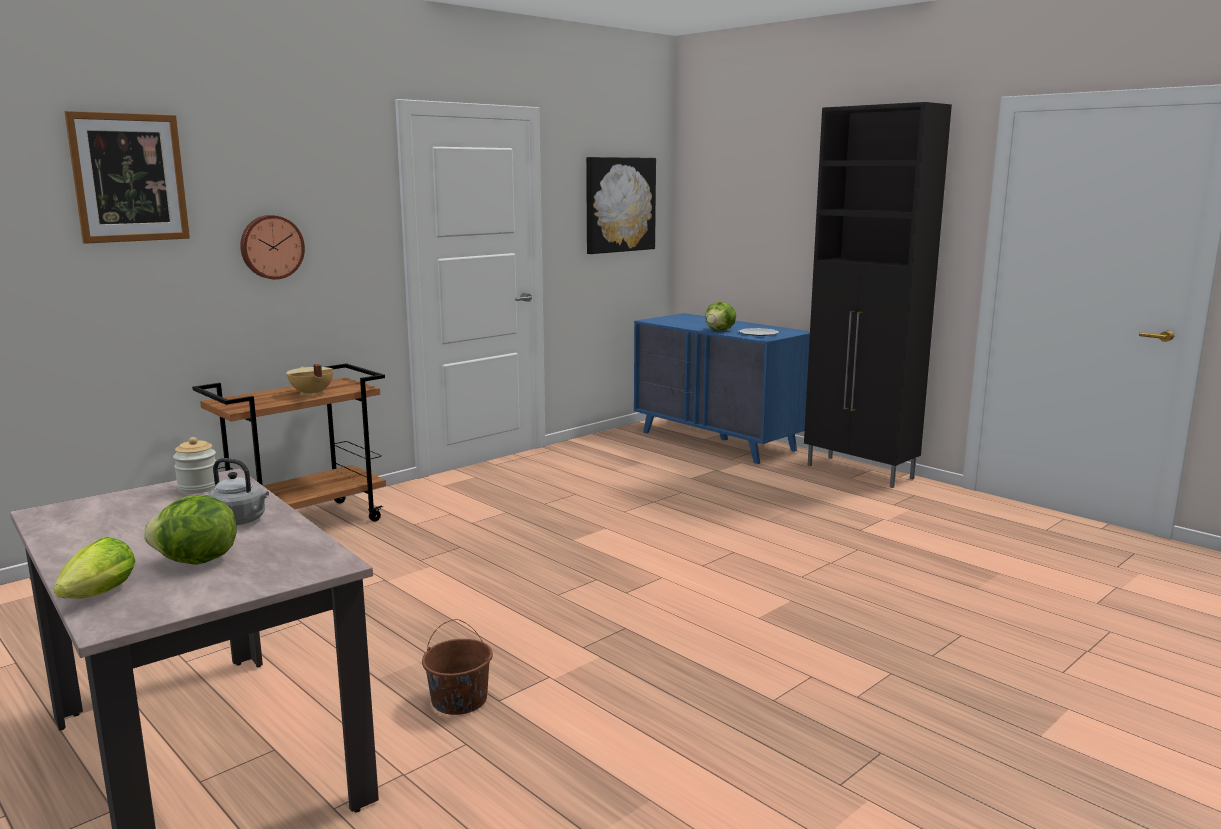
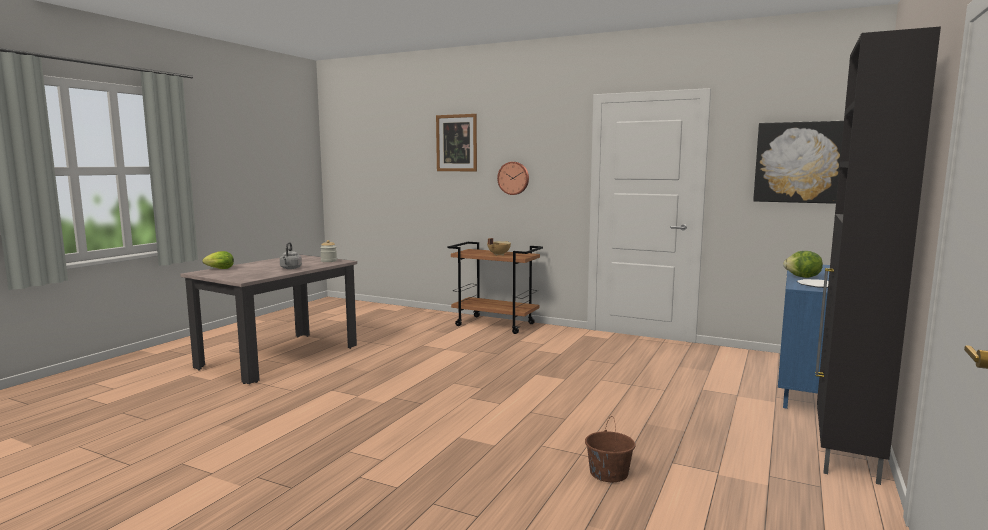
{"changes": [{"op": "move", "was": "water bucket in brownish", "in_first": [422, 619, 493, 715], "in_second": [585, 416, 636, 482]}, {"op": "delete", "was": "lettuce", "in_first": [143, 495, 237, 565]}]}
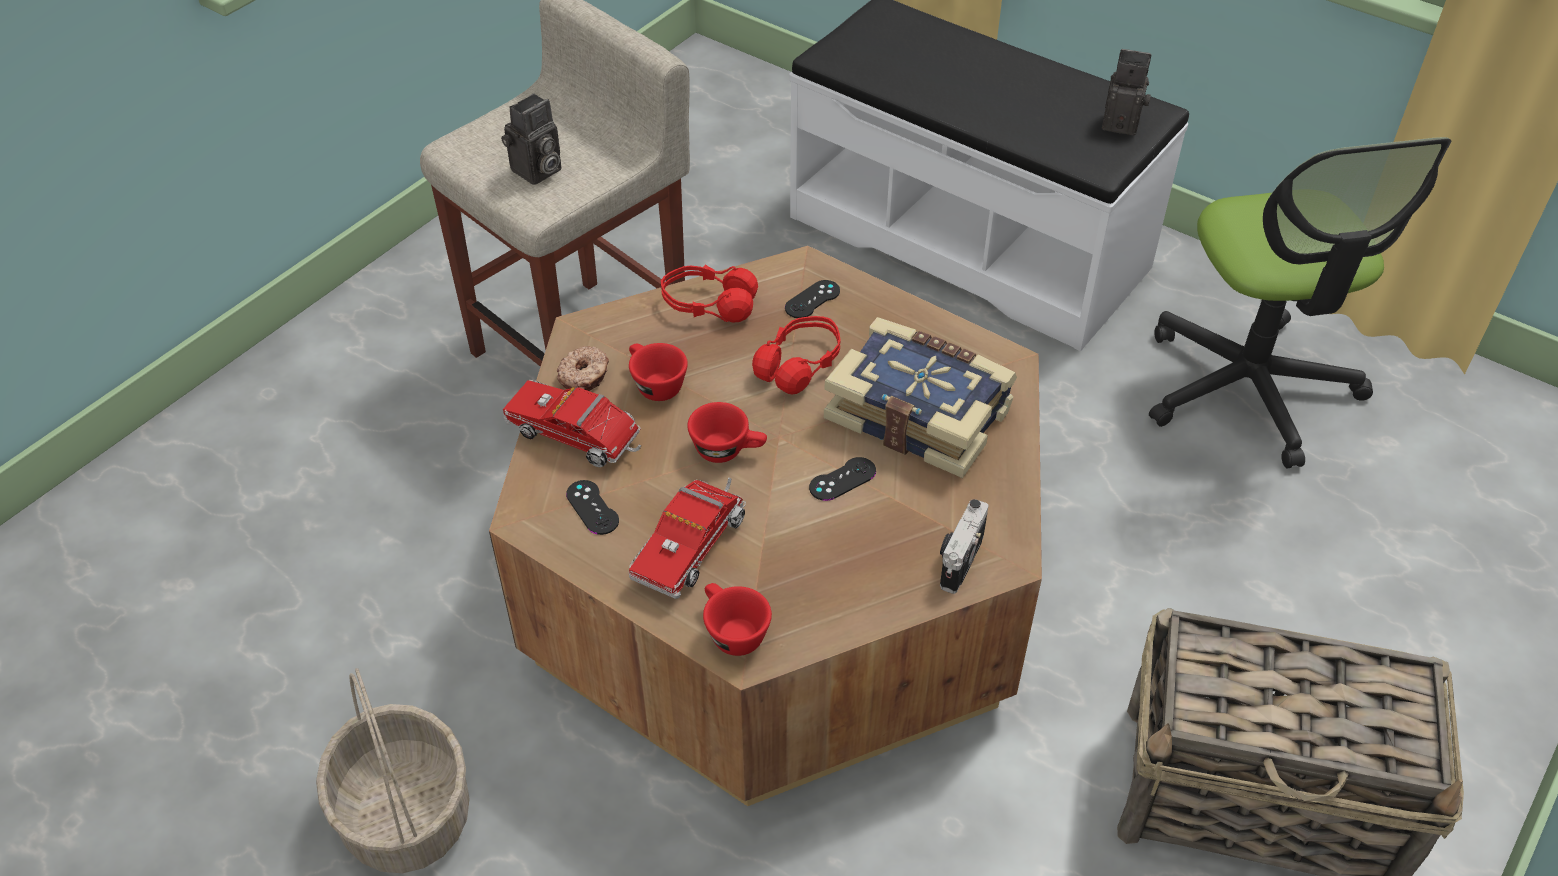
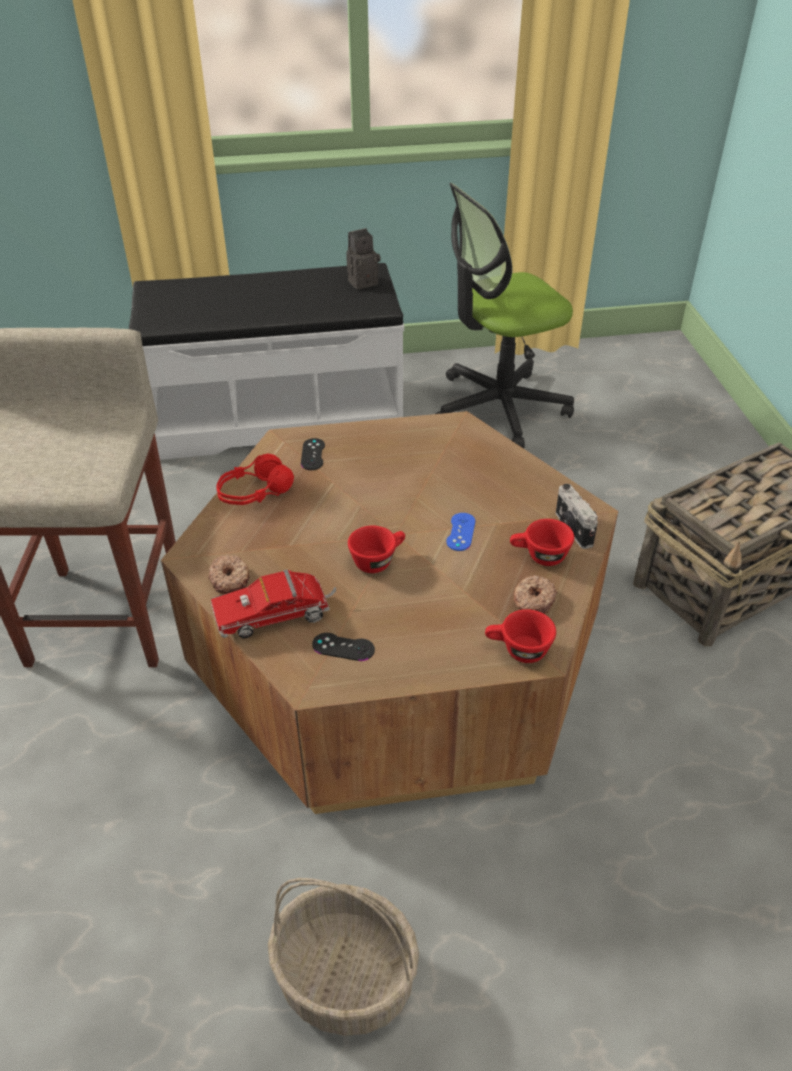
{"changes": [{"op": "rotate", "was": "office chair", "in_first": [1149, 137, 1451, 468], "in_second": [436, 183, 574, 449], "clockwise": 120}, {"op": "recolor", "was": "game controller in black", "now": "game controller in bluish", "in_first": [809, 457, 876, 501], "in_second": [446, 513, 475, 551]}, {"op": "move", "was": "drinking cup in red-coloured", "in_first": [629, 343, 688, 401], "in_second": [510, 519, 574, 566]}, {"op": "insert", "now": "donut", "in_second": [513, 575, 557, 614]}, {"op": "delete", "was": "photo camera", "in_first": [501, 93, 561, 185]}, {"op": "delete", "was": "model truck", "in_first": [629, 477, 746, 599]}, {"op": "delete", "was": "headset in red-coloured", "in_first": [752, 316, 840, 394]}, {"op": "delete", "was": "bound book", "in_first": [824, 317, 1017, 478]}]}
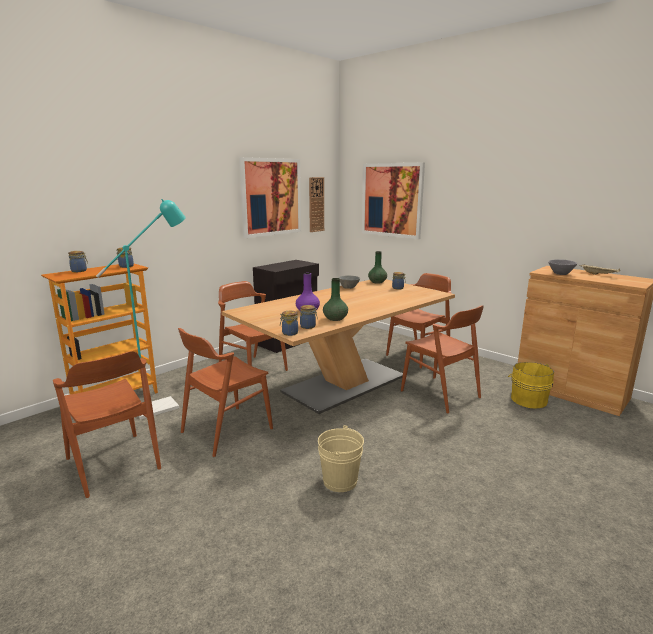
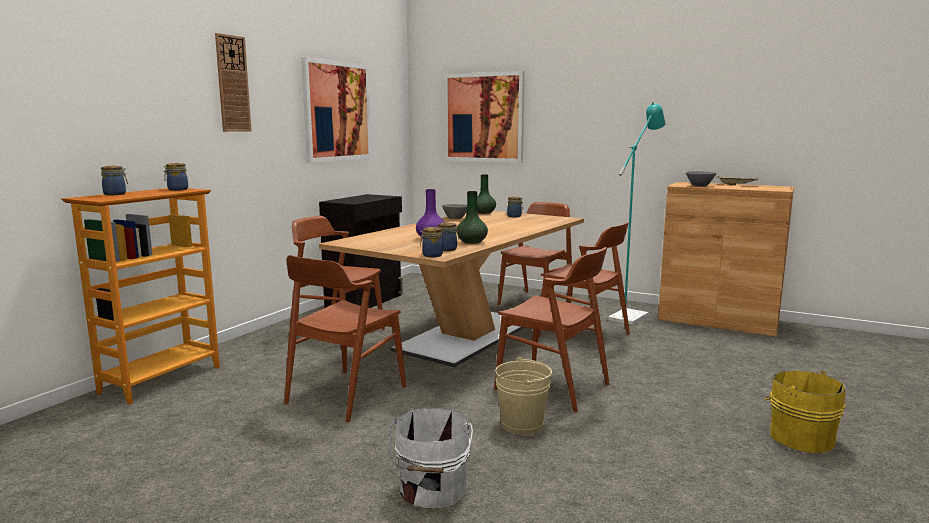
{"changes": [{"op": "move", "was": "clock on the wall", "in_first": [309, 177, 324, 232], "in_second": [215, 33, 252, 132]}, {"op": "insert", "now": "water bucket in white", "in_second": [389, 408, 473, 508]}, {"op": "move", "was": "chair in brownish", "in_first": [53, 351, 161, 498], "in_second": [494, 247, 610, 412]}, {"op": "move", "was": "floor lamp in turquoise", "in_first": [96, 199, 186, 419], "in_second": [608, 102, 665, 325]}, {"op": "move", "was": "water bucket in yellow-coloured", "in_first": [508, 362, 554, 409], "in_second": [764, 370, 846, 453]}]}
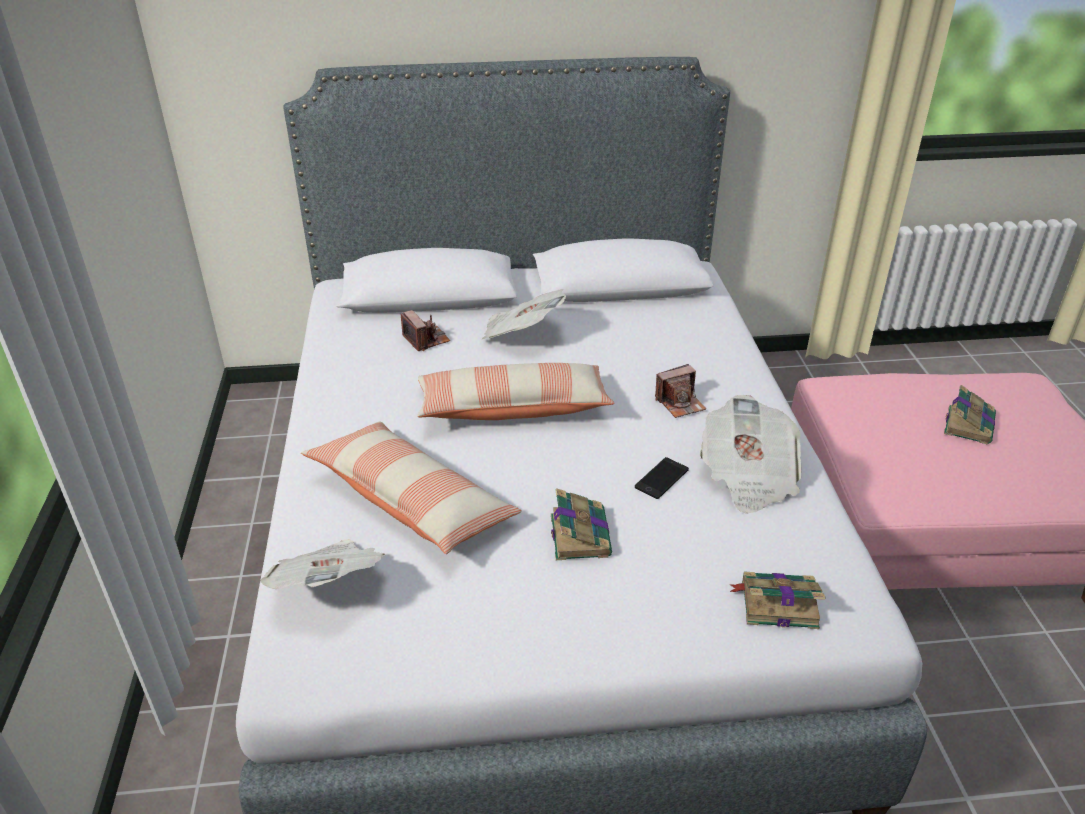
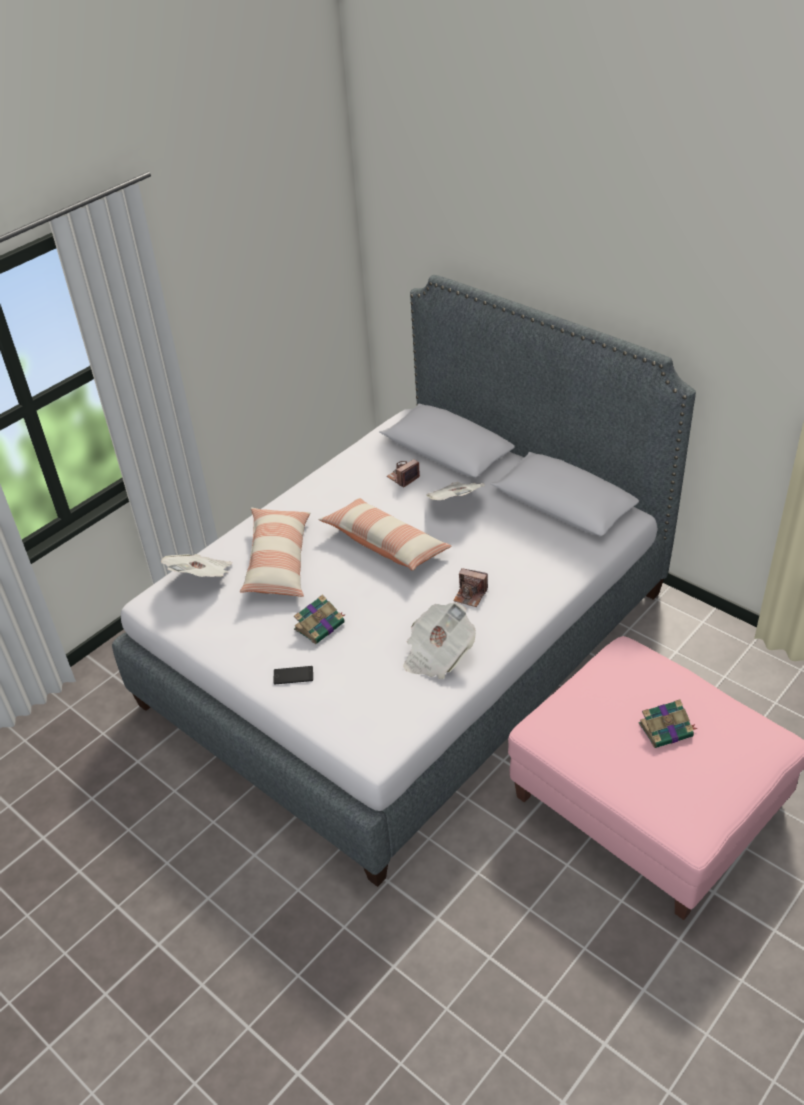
{"changes": [{"op": "move", "was": "telephone", "in_first": [635, 457, 689, 499], "in_second": [273, 666, 313, 685]}, {"op": "rotate", "was": "photo camera", "in_first": [401, 310, 450, 351], "in_second": [387, 459, 420, 488], "clockwise": -150}, {"op": "delete", "was": "bound book", "in_first": [729, 572, 826, 629]}]}
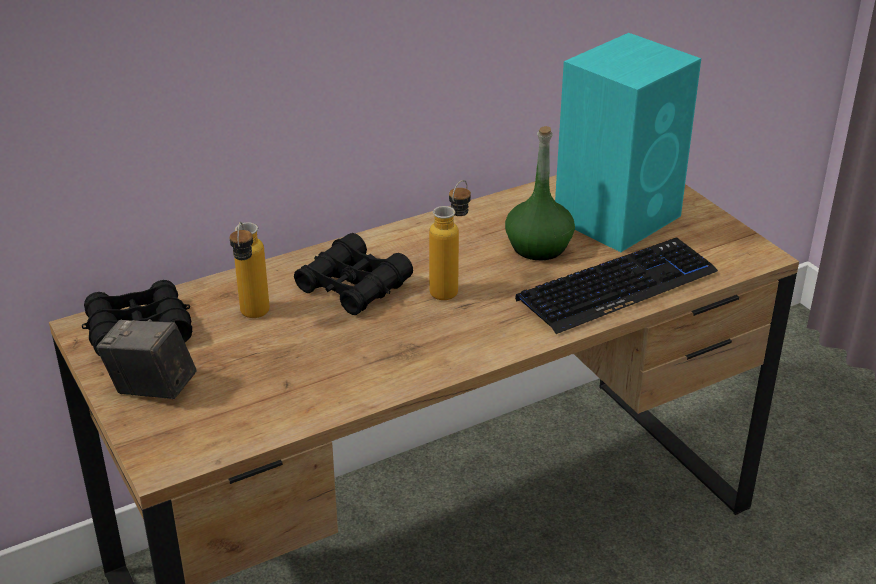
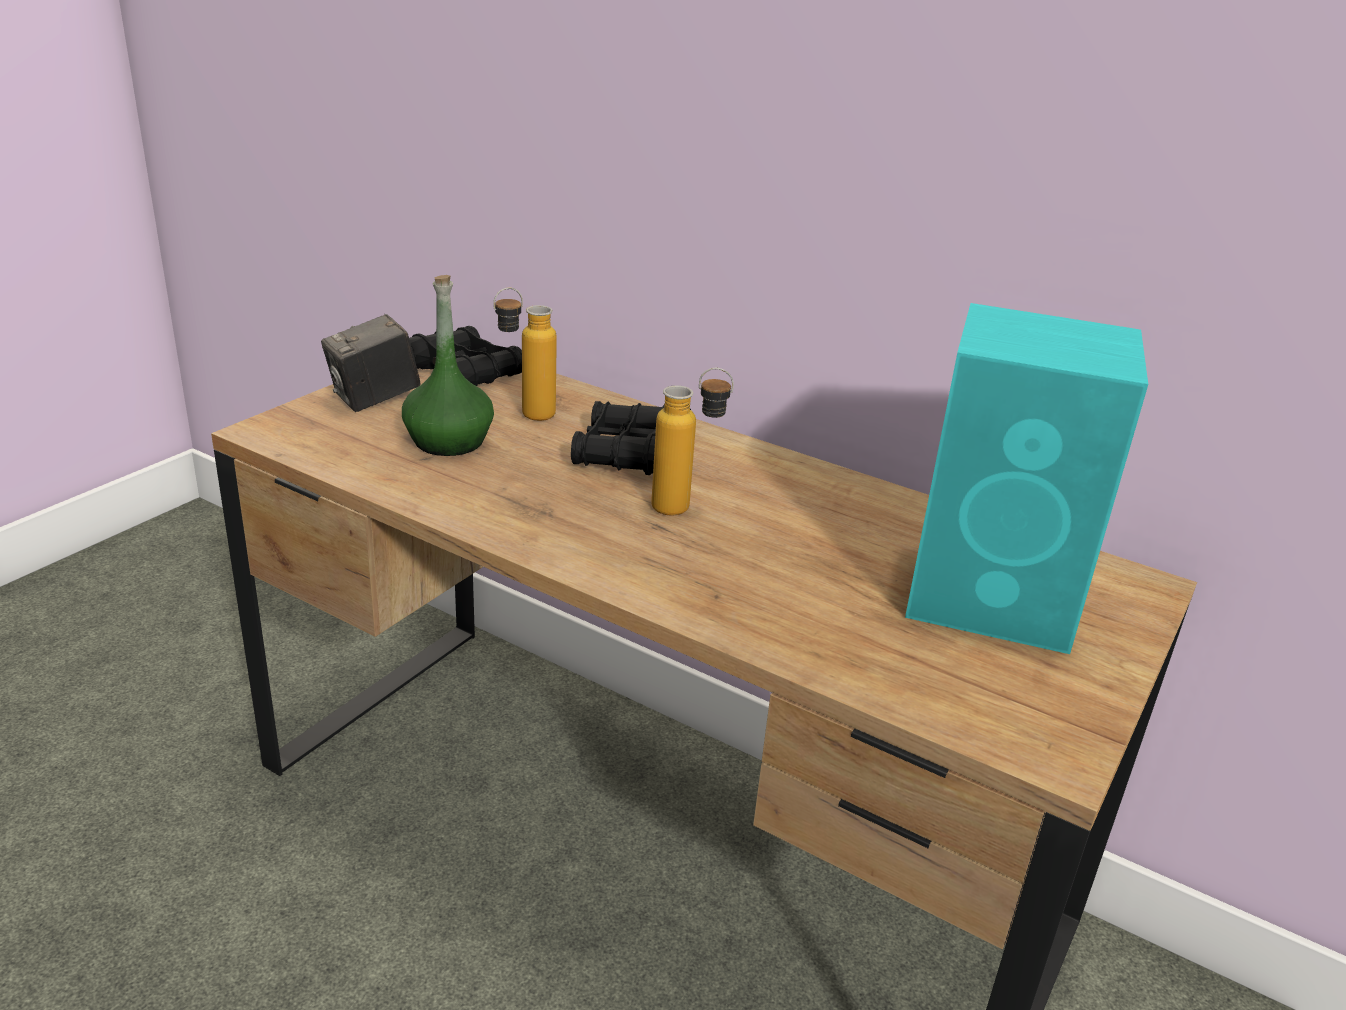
{"changes": [{"op": "rotate", "was": "photo camera", "in_first": [96, 319, 196, 400], "in_second": [321, 314, 421, 412], "clockwise": -120}, {"op": "move", "was": "bottle in green-coloured", "in_first": [505, 126, 575, 260], "in_second": [402, 275, 494, 456]}, {"op": "delete", "was": "keyboard", "in_first": [515, 237, 718, 334]}]}
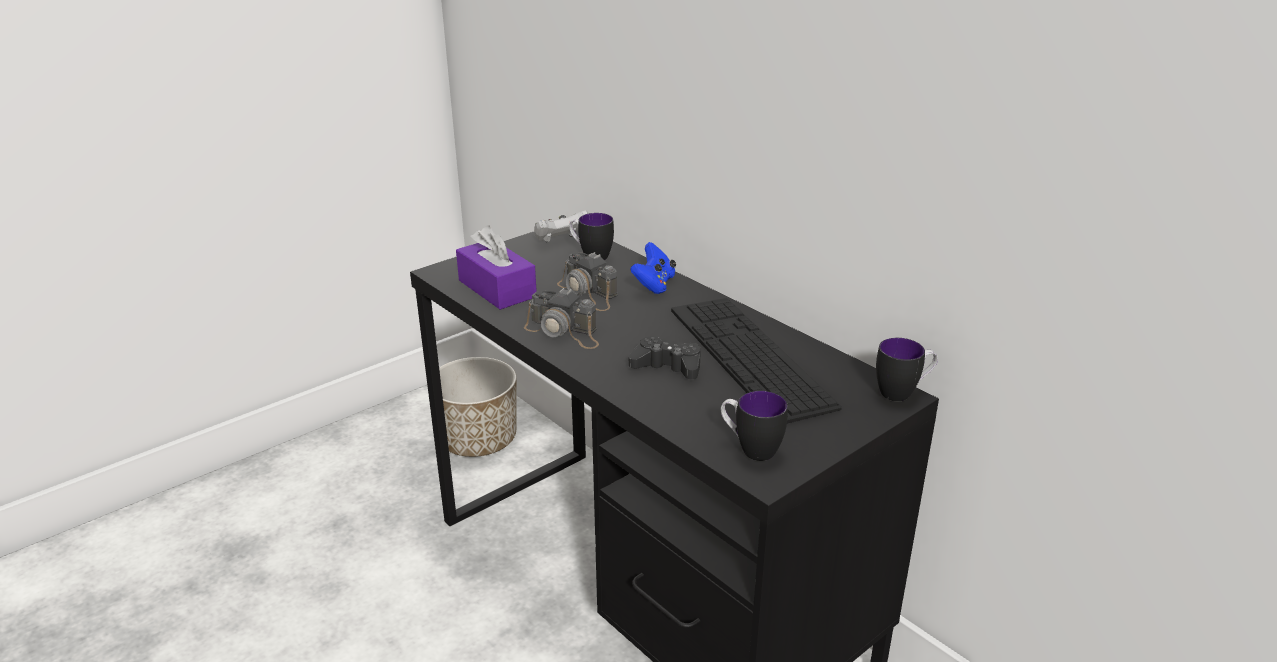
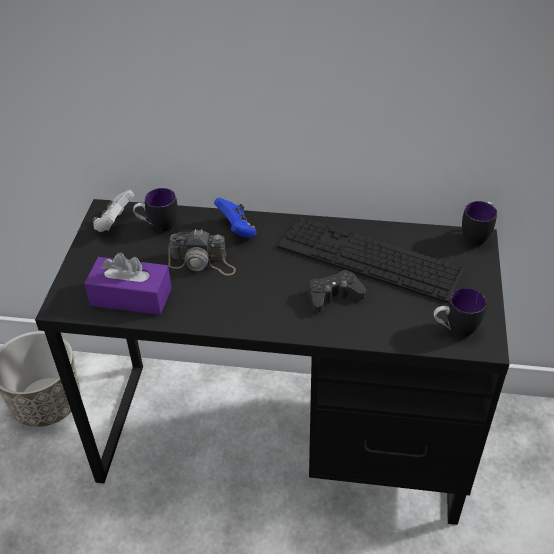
{"changes": [{"op": "delete", "was": "photo camera", "in_first": [524, 288, 599, 349]}]}
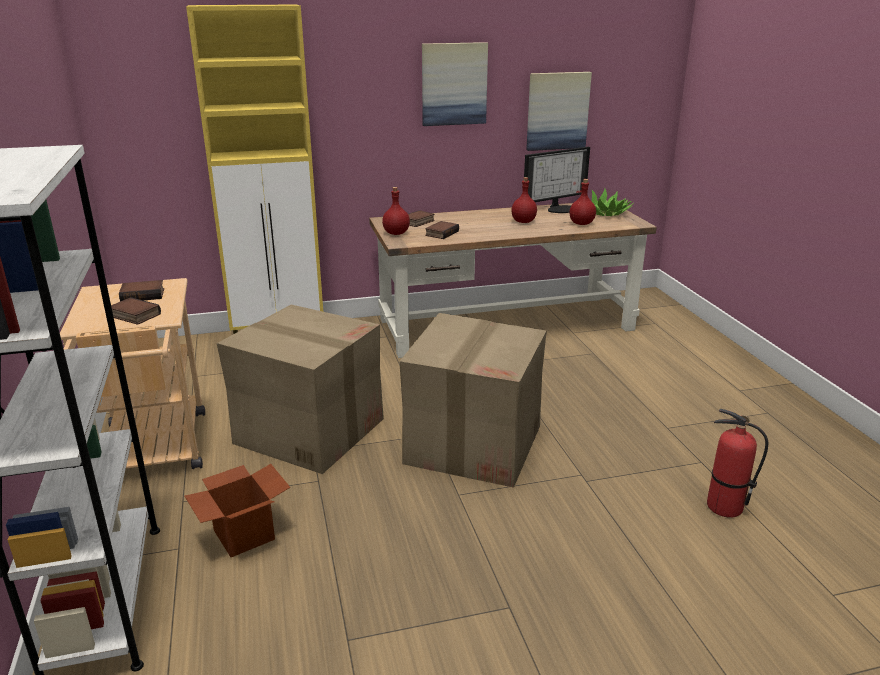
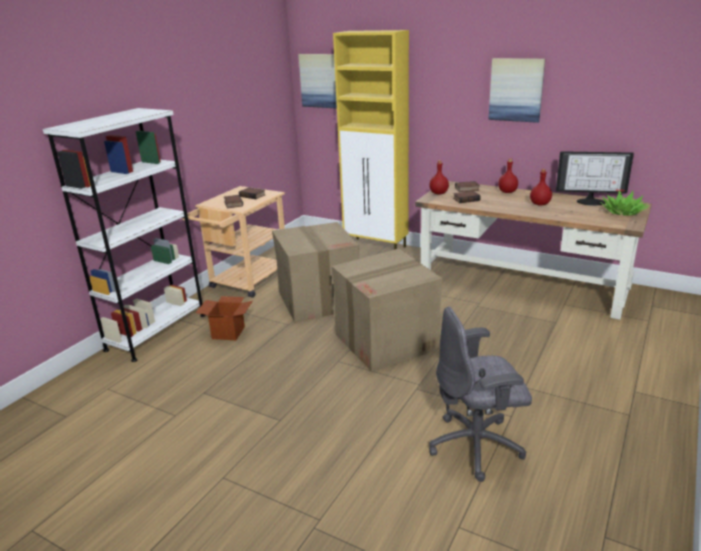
{"changes": [{"op": "move", "was": "wall art", "in_first": [526, 72, 592, 151], "in_second": [298, 54, 337, 108]}, {"op": "replace", "was": "fire extinguisher", "now": "office chair in grey", "in_first": [707, 409, 768, 518], "in_second": [429, 307, 532, 482]}, {"op": "move", "was": "bottle in red-coloured", "in_first": [569, 179, 596, 225], "in_second": [498, 159, 518, 193]}]}
